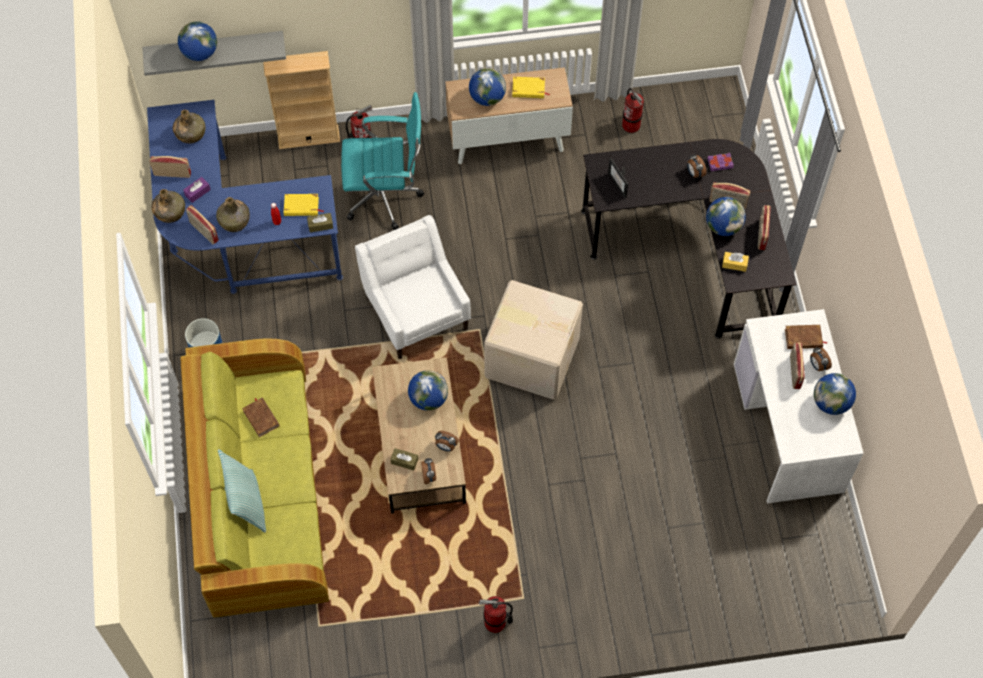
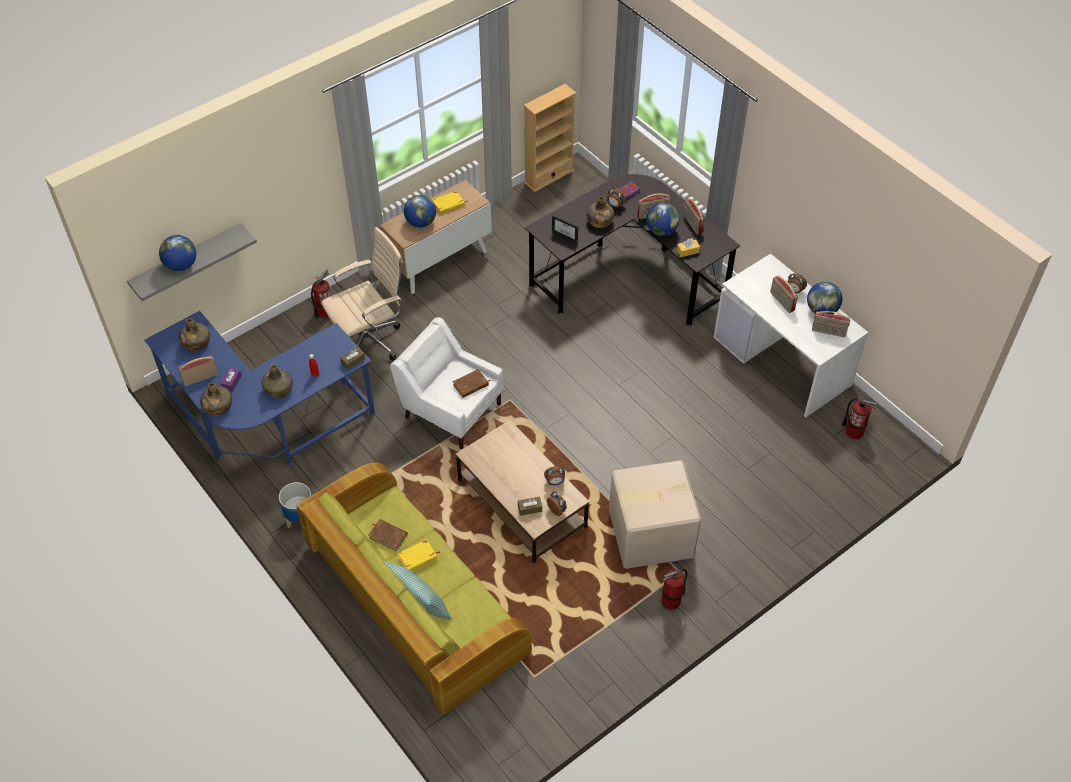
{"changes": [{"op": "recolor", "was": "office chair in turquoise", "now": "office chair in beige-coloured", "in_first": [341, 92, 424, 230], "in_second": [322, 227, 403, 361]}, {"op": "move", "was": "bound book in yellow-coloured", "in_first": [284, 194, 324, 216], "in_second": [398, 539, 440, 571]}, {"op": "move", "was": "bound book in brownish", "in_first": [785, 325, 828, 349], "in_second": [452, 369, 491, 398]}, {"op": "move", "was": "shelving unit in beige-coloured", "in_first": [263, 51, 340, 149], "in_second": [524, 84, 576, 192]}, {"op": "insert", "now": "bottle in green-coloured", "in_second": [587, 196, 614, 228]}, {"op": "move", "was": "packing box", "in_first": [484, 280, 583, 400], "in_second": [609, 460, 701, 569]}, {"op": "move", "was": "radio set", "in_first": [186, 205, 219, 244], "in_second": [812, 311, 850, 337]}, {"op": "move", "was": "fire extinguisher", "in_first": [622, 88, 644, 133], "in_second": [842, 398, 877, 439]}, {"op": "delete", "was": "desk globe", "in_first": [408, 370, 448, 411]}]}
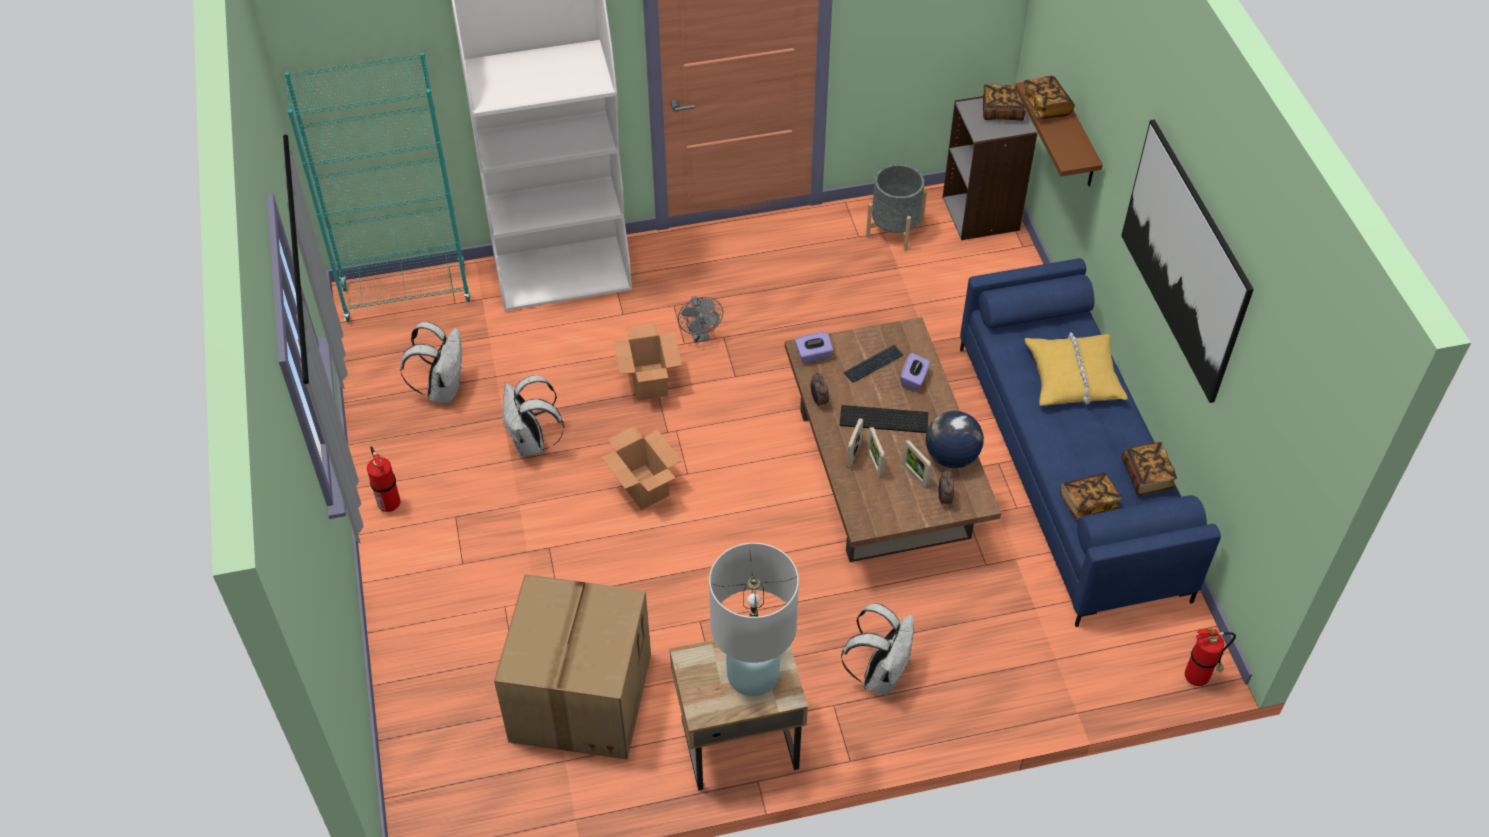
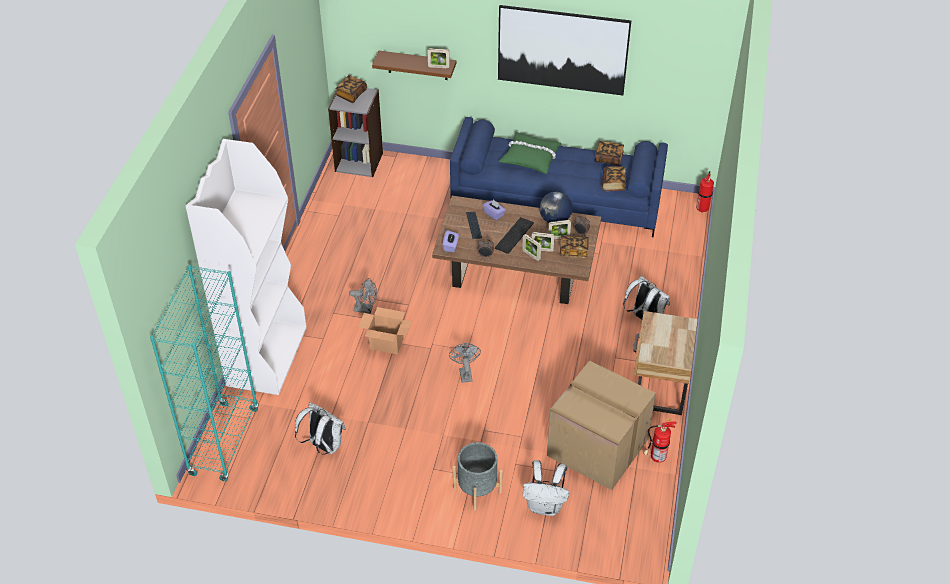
{"changes": [{"op": "insert", "now": "standing frame", "in_second": [428, 48, 450, 68]}, {"op": "replace", "was": "packing box", "now": "electric fan in grey", "in_first": [601, 426, 682, 510], "in_second": [449, 343, 481, 383]}, {"op": "move", "was": "planter in grey", "in_first": [866, 164, 927, 251], "in_second": [453, 442, 503, 510]}, {"op": "recolor", "was": "pillow in yellow-coloured", "now": "pillow in green-coloured", "in_first": [1024, 332, 1128, 406], "in_second": [499, 132, 562, 174]}, {"op": "move", "was": "rucksack in white", "in_first": [502, 375, 564, 456], "in_second": [523, 460, 569, 516]}, {"op": "move", "was": "bound book", "in_first": [1021, 76, 1075, 119], "in_second": [560, 235, 589, 258]}, {"op": "move", "was": "fire extinguisher", "in_first": [367, 446, 400, 512], "in_second": [643, 419, 677, 463]}, {"op": "delete", "was": "lamp for a table in white", "in_first": [709, 543, 799, 696]}]}
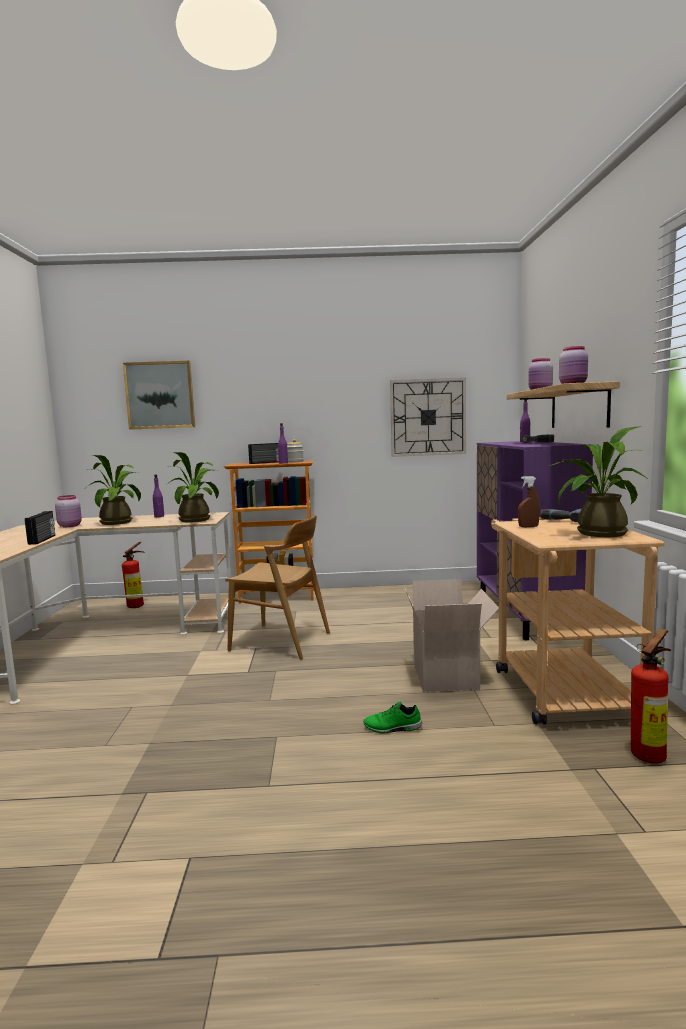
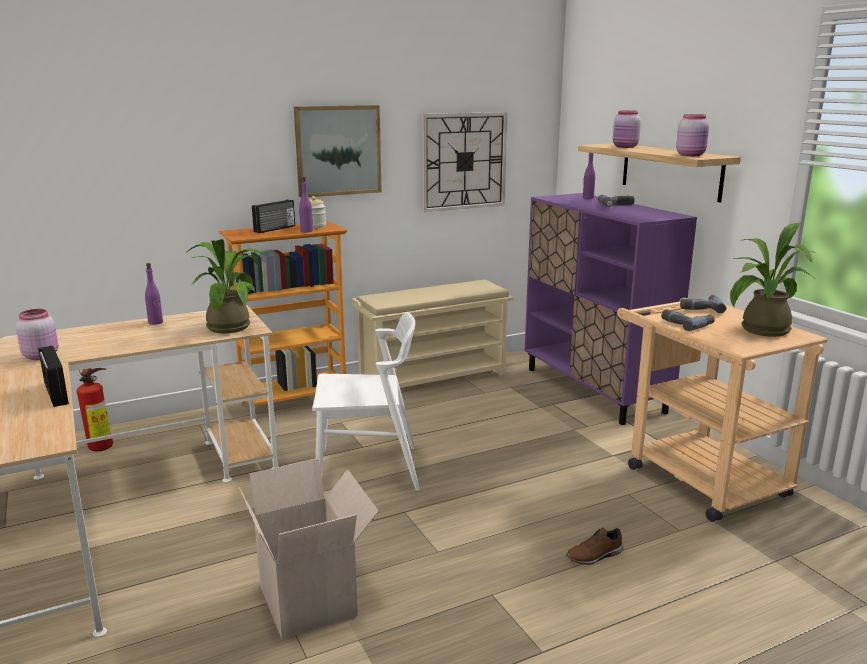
{"changes": [{"op": "move", "was": "packing box", "in_first": [404, 579, 500, 692], "in_second": [239, 459, 379, 639]}, {"op": "move", "was": "wall art", "in_first": [123, 361, 195, 430], "in_second": [294, 105, 382, 198]}, {"op": "recolor", "was": "chair in brownish", "now": "chair in white", "in_first": [225, 515, 330, 660], "in_second": [312, 312, 420, 491]}, {"op": "insert", "now": "shoe rack in beige-coloured", "in_second": [352, 280, 514, 388]}, {"op": "recolor", "was": "shoe in green-coloured", "now": "shoe in brownish", "in_first": [363, 702, 422, 734], "in_second": [566, 528, 624, 565]}, {"op": "replace", "was": "hand sprayer in brownish", "now": "drill", "in_first": [518, 476, 540, 527], "in_second": [661, 309, 715, 331]}, {"op": "delete", "was": "houseplant", "in_first": [87, 455, 141, 525]}, {"op": "delete", "was": "fire extinguisher", "in_first": [631, 629, 671, 764]}]}
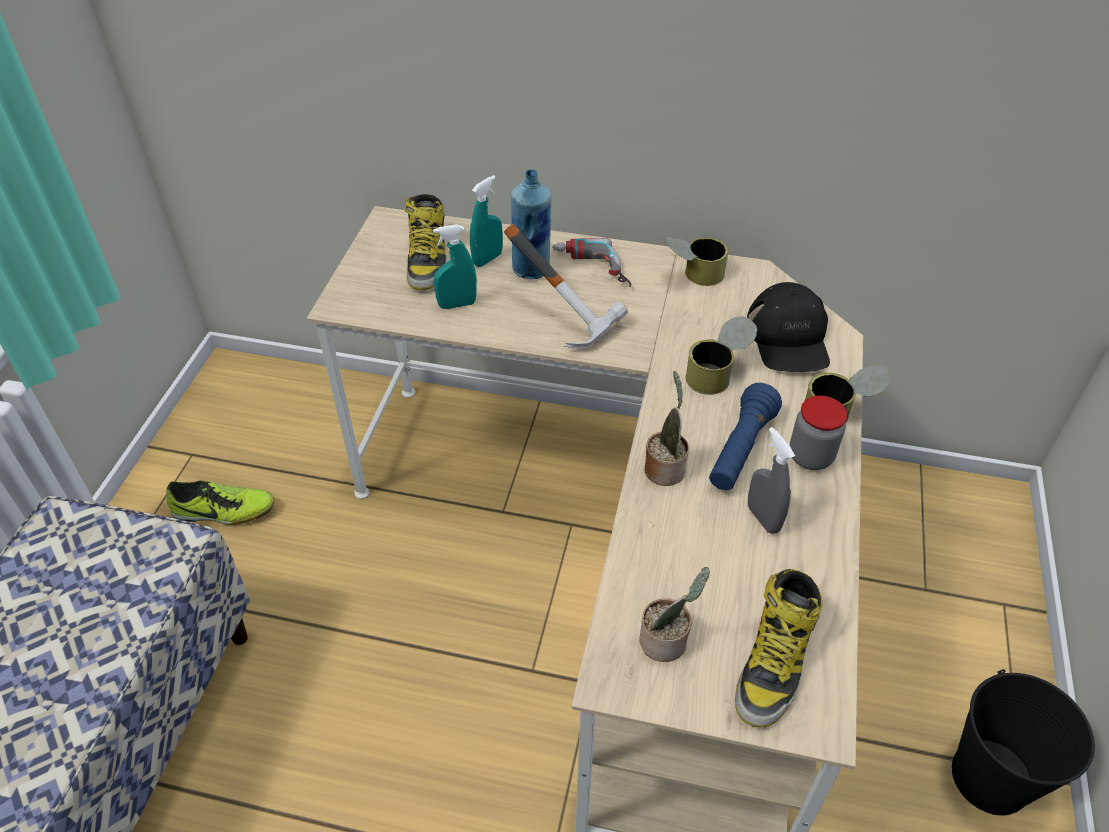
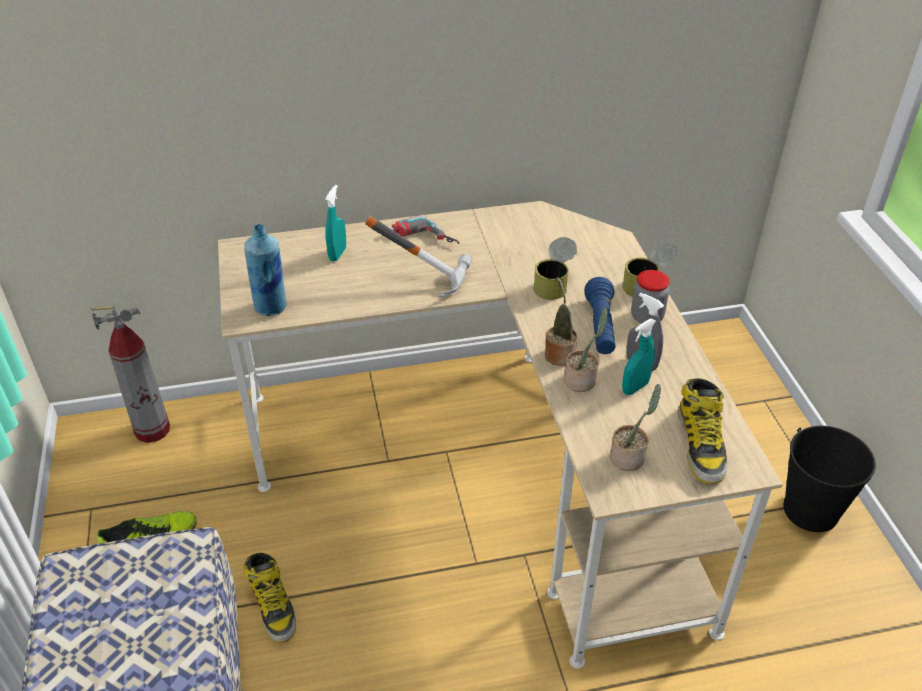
{"changes": [{"op": "insert", "now": "fire extinguisher", "in_second": [91, 306, 170, 443]}, {"op": "move", "was": "boot", "in_first": [405, 194, 447, 290], "in_second": [243, 552, 296, 643]}, {"op": "move", "was": "bottle in bluish", "in_first": [511, 169, 551, 279], "in_second": [244, 224, 287, 316]}, {"op": "insert", "now": "houseplant", "in_second": [564, 308, 608, 392]}, {"op": "move", "was": "hand sprayer in turquoise", "in_first": [433, 225, 477, 309], "in_second": [622, 318, 656, 395]}, {"op": "delete", "was": "can", "in_first": [666, 237, 729, 286]}, {"op": "delete", "was": "cap in black", "in_first": [747, 282, 830, 372]}]}
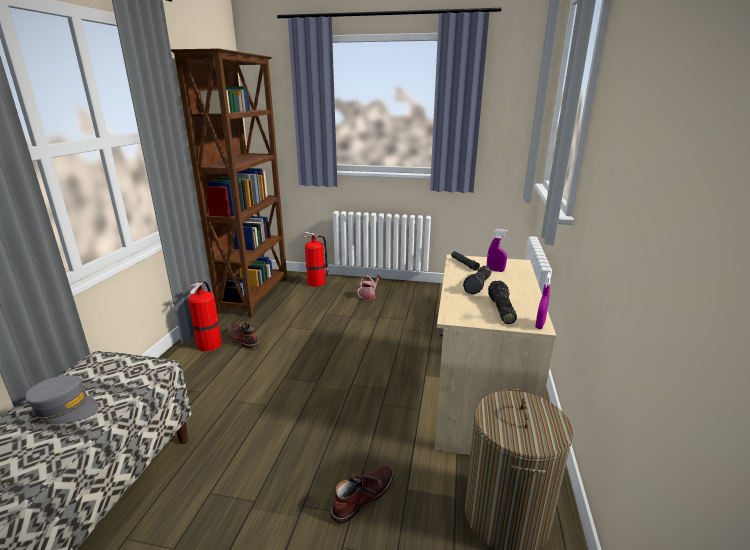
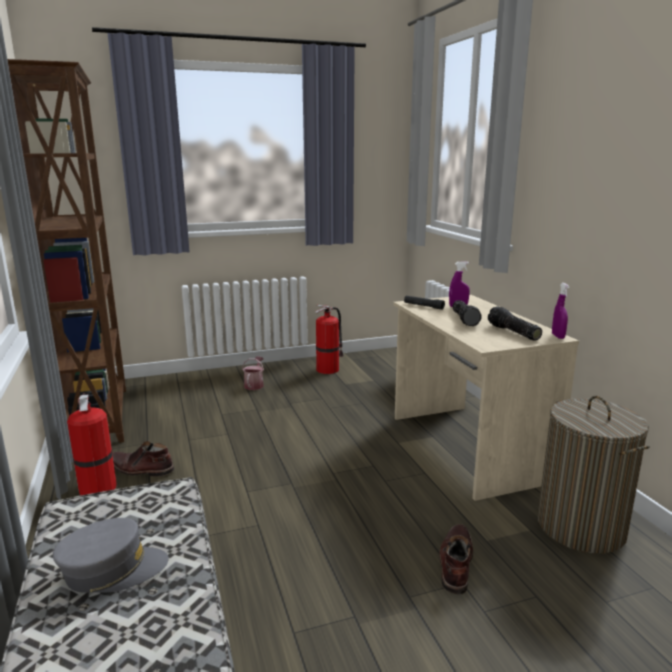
{"changes": [{"op": "move", "was": "fire extinguisher", "in_first": [303, 231, 329, 287], "in_second": [315, 305, 344, 374]}]}
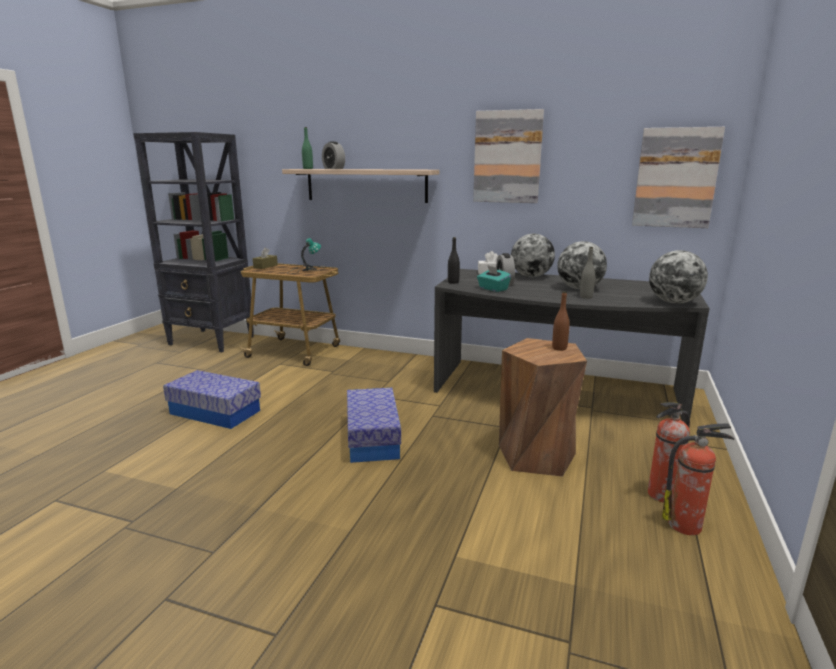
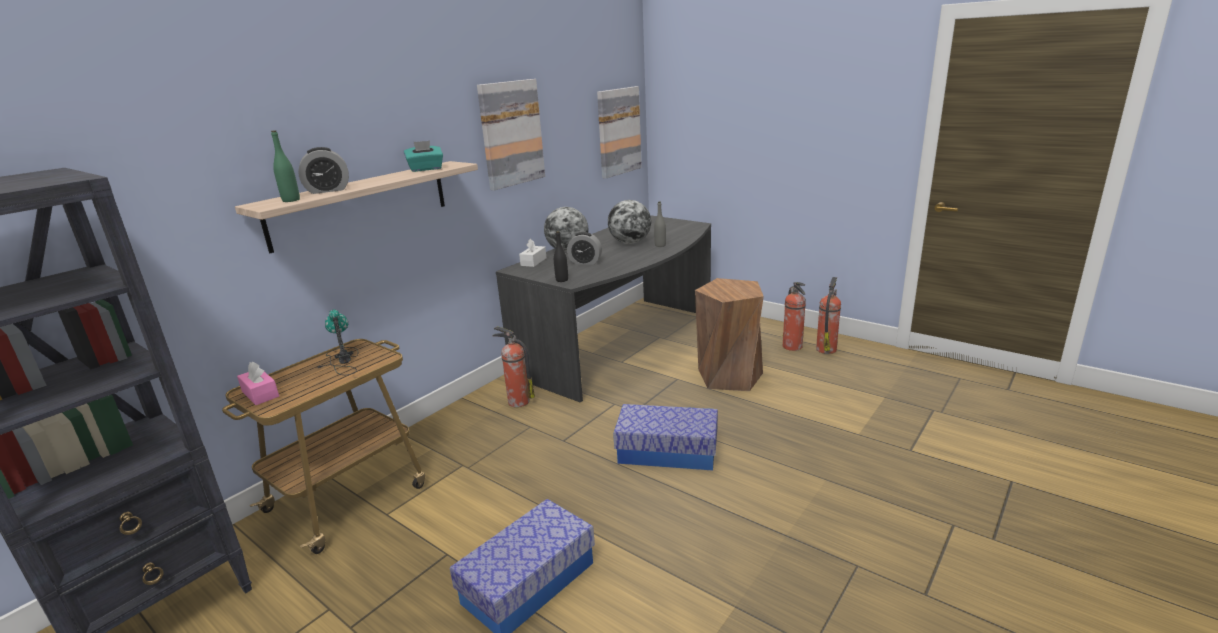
{"changes": [{"op": "recolor", "was": "box of tissues in brownish", "now": "box of tissues in pinkish", "in_first": [253, 248, 278, 269], "in_second": [237, 361, 279, 405]}, {"op": "move", "was": "box of tissues in turquoise", "in_first": [477, 265, 511, 292], "in_second": [404, 140, 443, 172]}, {"op": "insert", "now": "fire extinguisher", "in_second": [492, 326, 535, 407]}, {"op": "delete", "was": "bottle in brownish", "in_first": [552, 291, 570, 351]}, {"op": "delete", "was": "desk globe", "in_first": [649, 250, 708, 304]}]}
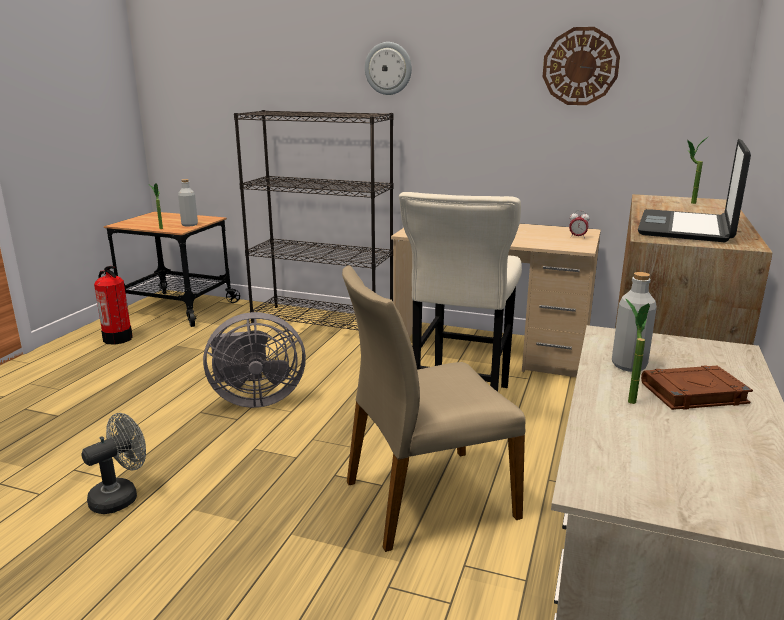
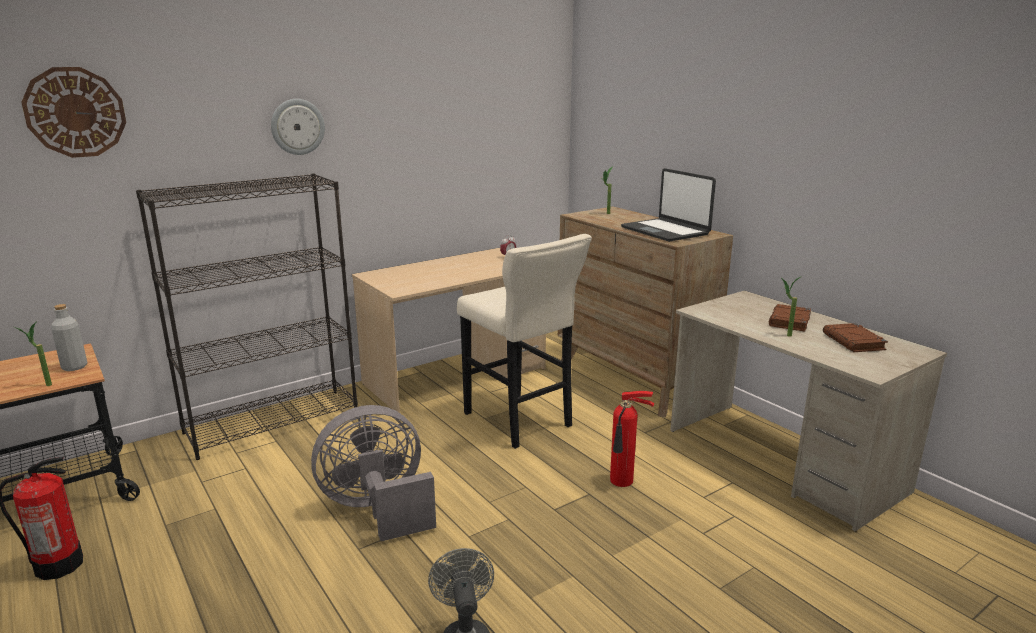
{"changes": [{"op": "move", "was": "clock on the wall", "in_first": [543, 27, 620, 105], "in_second": [21, 67, 126, 158]}, {"op": "rotate", "was": "electric fan in grey", "in_first": [203, 312, 306, 408], "in_second": [311, 405, 436, 541], "clockwise": -135}, {"op": "replace", "was": "chair in beige-coloured", "now": "fire extinguisher", "in_first": [342, 265, 526, 552], "in_second": [610, 391, 654, 487]}, {"op": "insert", "now": "bound book in brownish", "in_second": [823, 323, 888, 352]}, {"op": "delete", "was": "bottle in grey", "in_first": [612, 272, 657, 372]}]}
